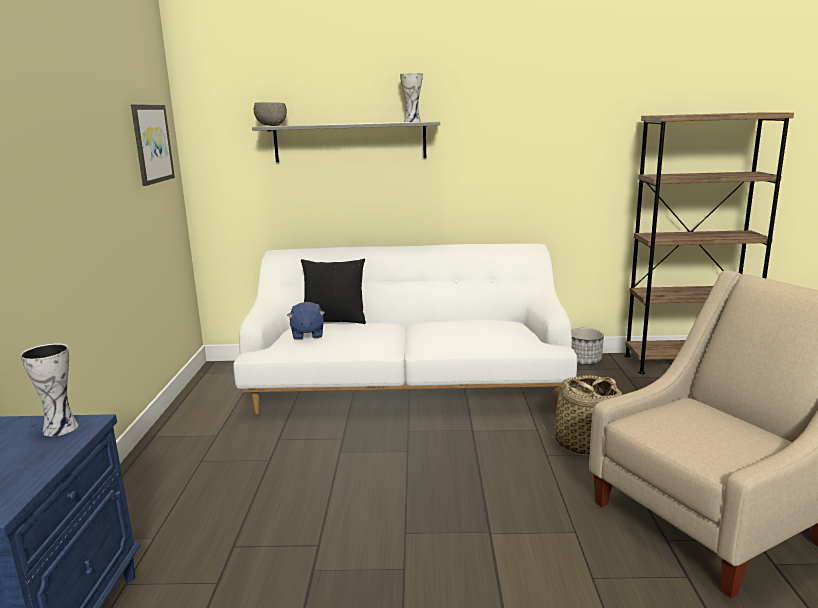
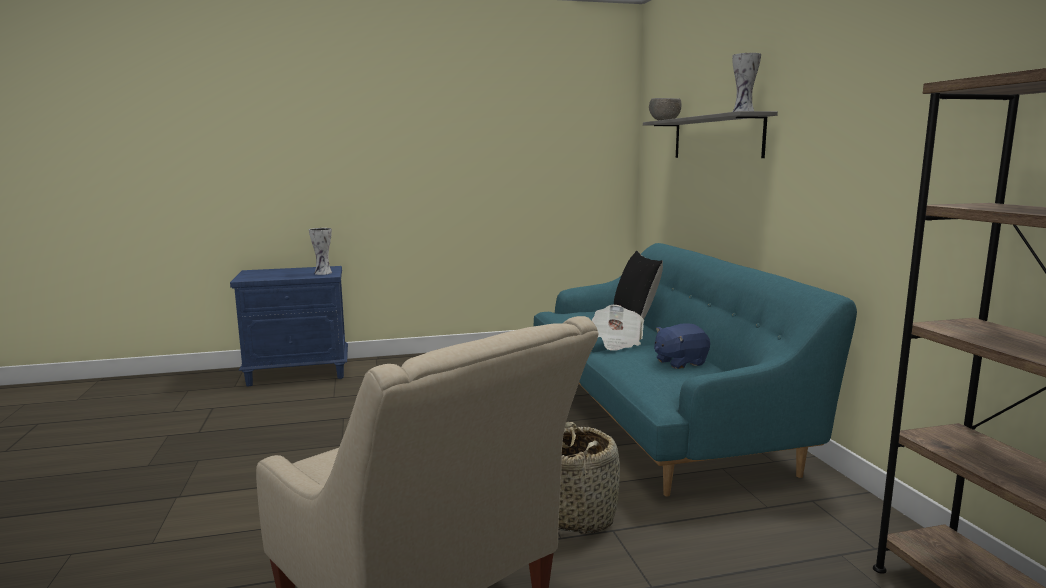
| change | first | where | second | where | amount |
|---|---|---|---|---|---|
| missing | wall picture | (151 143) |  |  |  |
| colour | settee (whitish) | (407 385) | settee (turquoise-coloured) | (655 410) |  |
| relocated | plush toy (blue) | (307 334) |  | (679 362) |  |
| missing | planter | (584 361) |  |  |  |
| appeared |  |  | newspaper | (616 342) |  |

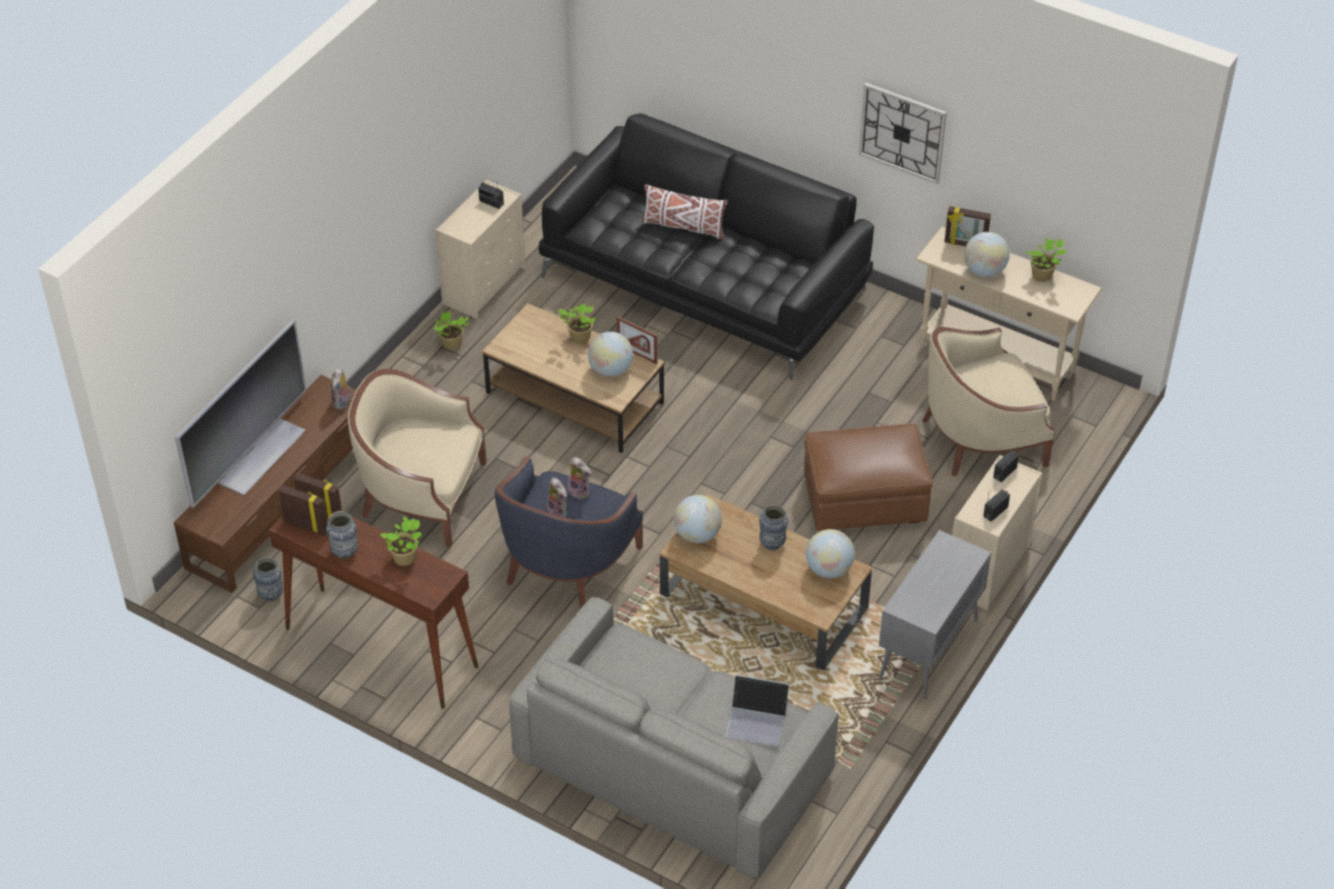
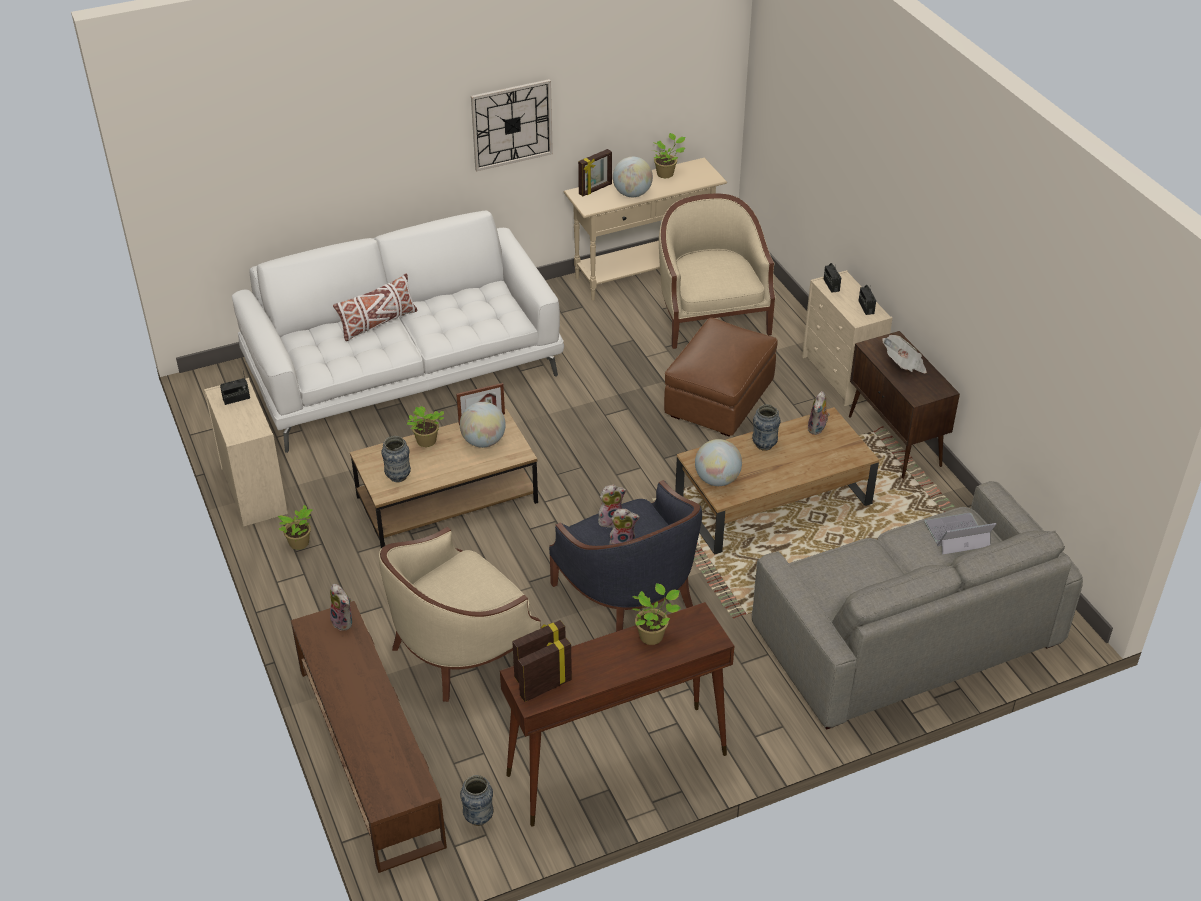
| change | first | where | second | where | amount |
|---|---|---|---|---|---|
| missing | TV set | (260 456) |  |  |  |
| relocated | vase | (345 552) |  | (398 477) |  |
| colour | settee (blackish) | (706 283) | settee (whitish) | (404 368) |  |
| spun | laptop | (757 720) |  | (956 534) | 150 degrees counterclockwise |
| exchanged | desk globe | (829 569) | plush toy | (817 429) |  |
| colour | cabinet (gray) | (928 650) | cabinet (brown-coloured) | (895 442) |  |
| spun | lounge chair (sand-coloured) | (980 437) |  | (711 317) | 150 degrees clockwise |
| appeared |  |  | newspaper | (903 365) |  |

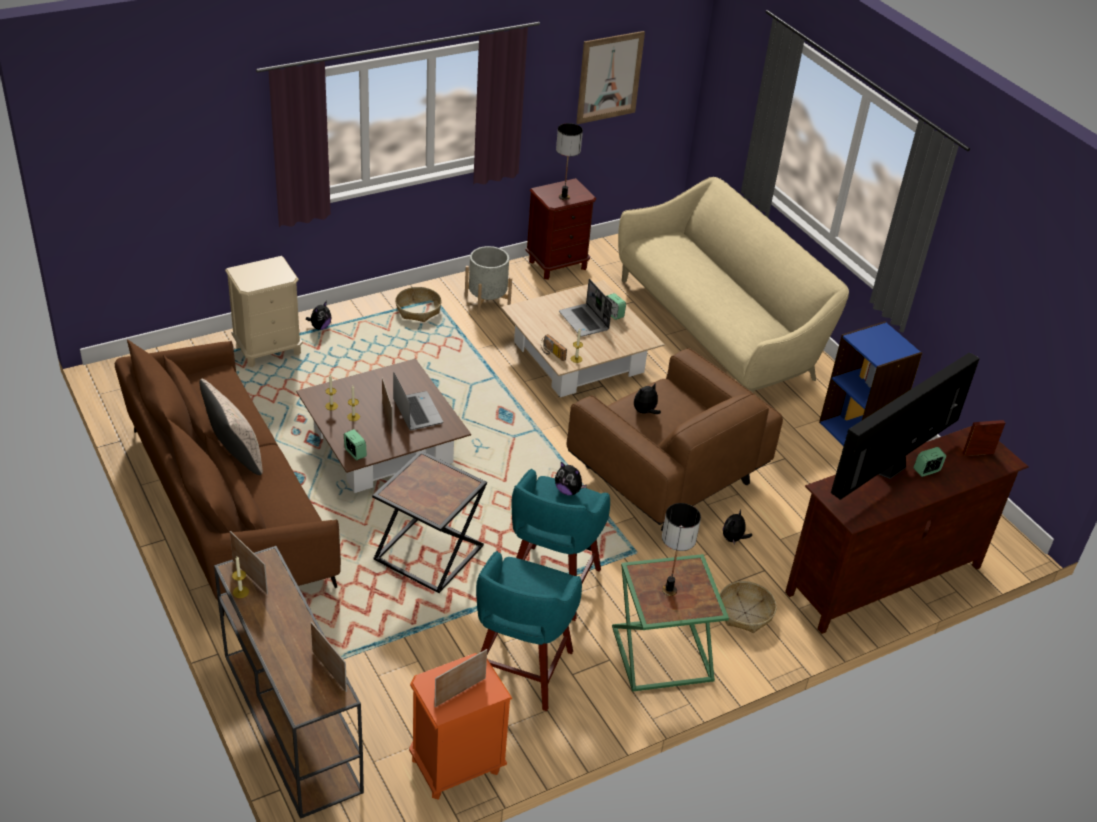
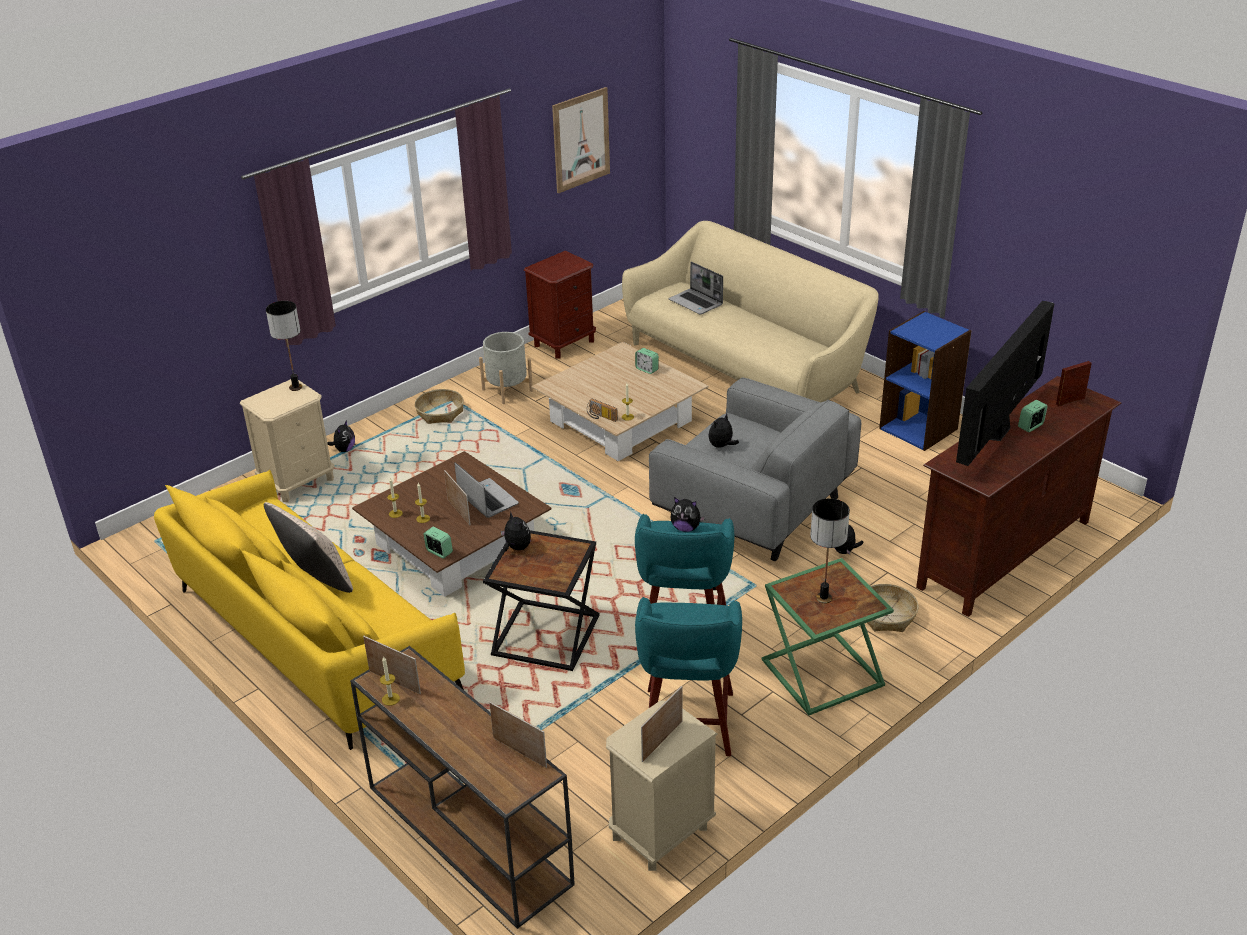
| change | first | where | second | where | amount |
|---|---|---|---|---|---|
| colour | settee (brown-coloured) | (225 503) | settee (yellowish) | (310 638) |  |
| colour | night table (orange) | (456 766) | night table (sand-coloured) | (660 833) |  |
| relocated | lamp for a table | (564 197) |  | (295 387) |  |
| relocated | laptop | (584 321) |  | (696 303) |  |
| colour | lounge chair (brown-coloured) | (666 474) | lounge chair (gray) | (754 508) |  |
| appeared |  |  | plush toy | (516 548) |  |

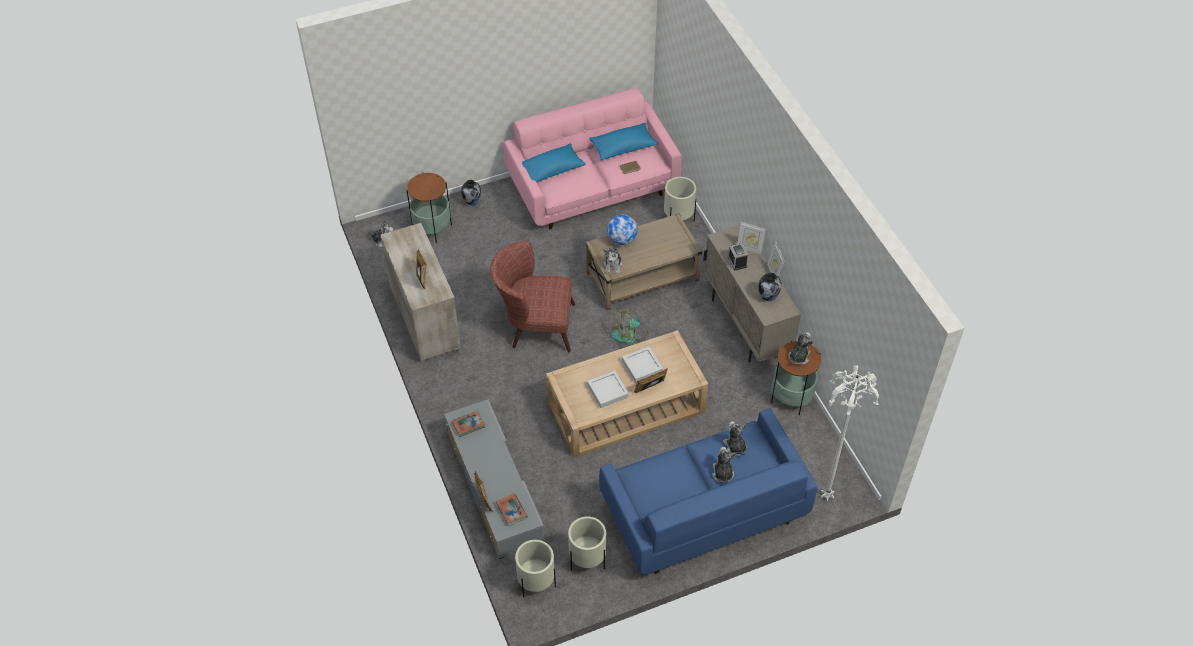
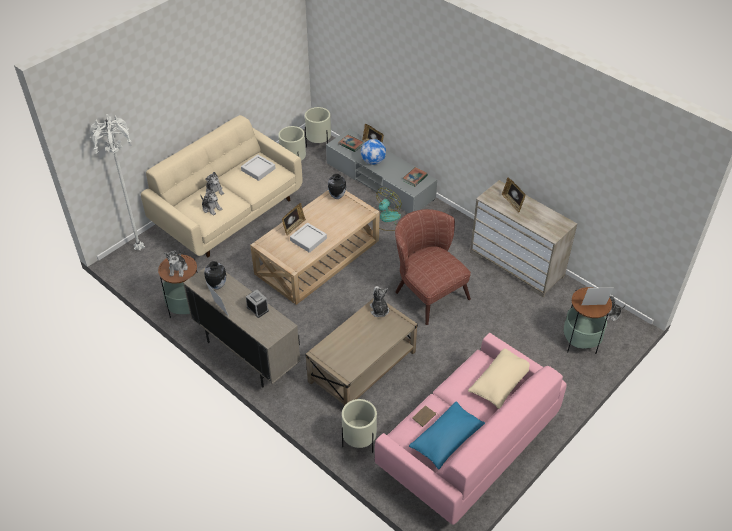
| change | first | where | second | where | amount |
|---|---|---|---|---|---|
| relocated | vase | (472 203) |  | (337 196) |  |
| spun | lounge chair (brown-coloured) | (535 325) |  | (427 291) | 105 degrees counterclockwise |
| colour | throw pillow (blue) | (550 170) | throw pillow (sand-coloured) | (501 383) |  |
| relocated | serving tray (gray) | (607 391) |  | (258 169) |  |
| colour | settee (blue) | (703 511) | settee (sand-coloured) | (228 212) |  |
| relocated | desk globe | (621 240) |  | (373 161) |  |
| relocated | electric fan | (629 334) |  | (386 219) |  |
| relocated | standing frame | (749 248) |  | (594 306) |  |

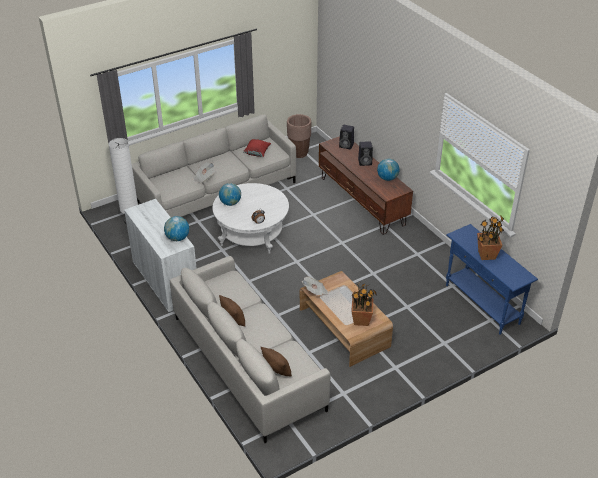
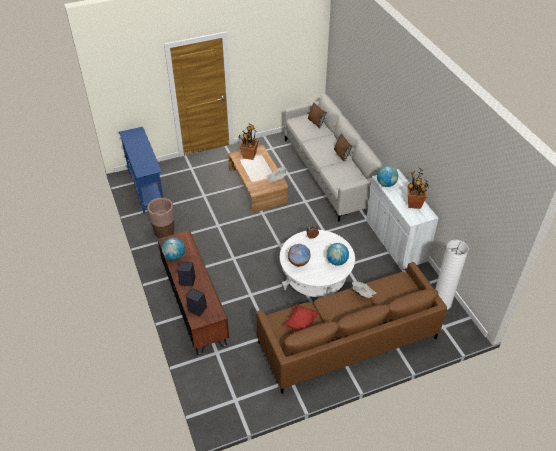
| change | first | where | second | where | amount |
|---|---|---|---|---|---|
| colour | settee (gray) | (217 192) | settee (brown-coloured) | (347 340) |  |
| relocated | planter (brown-coloured) | (299 153) |  | (165 234) |  |
| relocated | houseplant | (486 255) |  | (414 204) |  |
| appeared |  |  | desk globe | (298 262) |  |

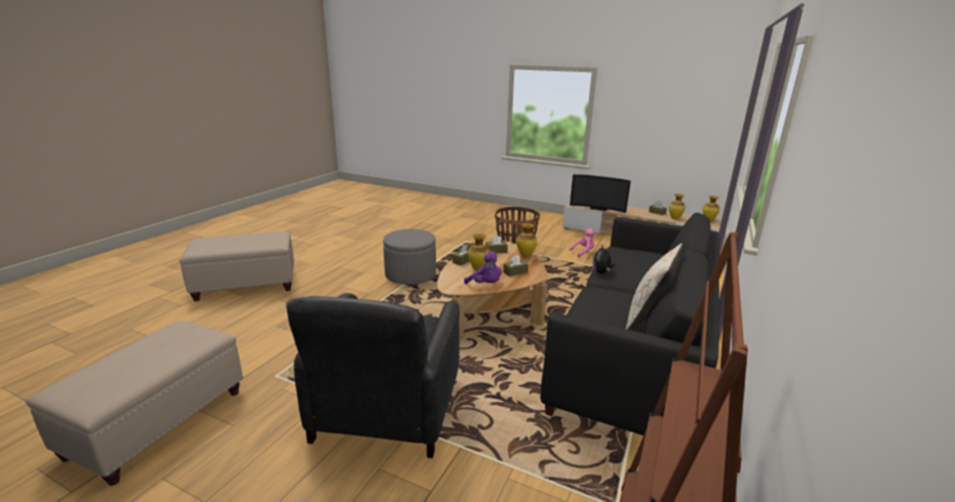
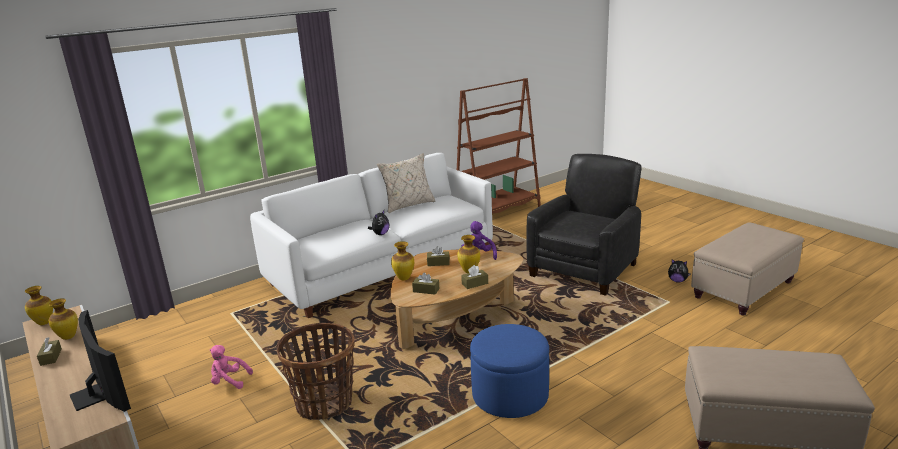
| change | first | where | second | where | amount |
|---|---|---|---|---|---|
| colour | pouffe (gray) | (410 275) | pouffe (blue) | (510 395) |  |
| colour | settee (blackish) | (635 352) | settee (whitish) | (382 267) |  |
| appeared |  |  | plush toy | (677 281) |  |

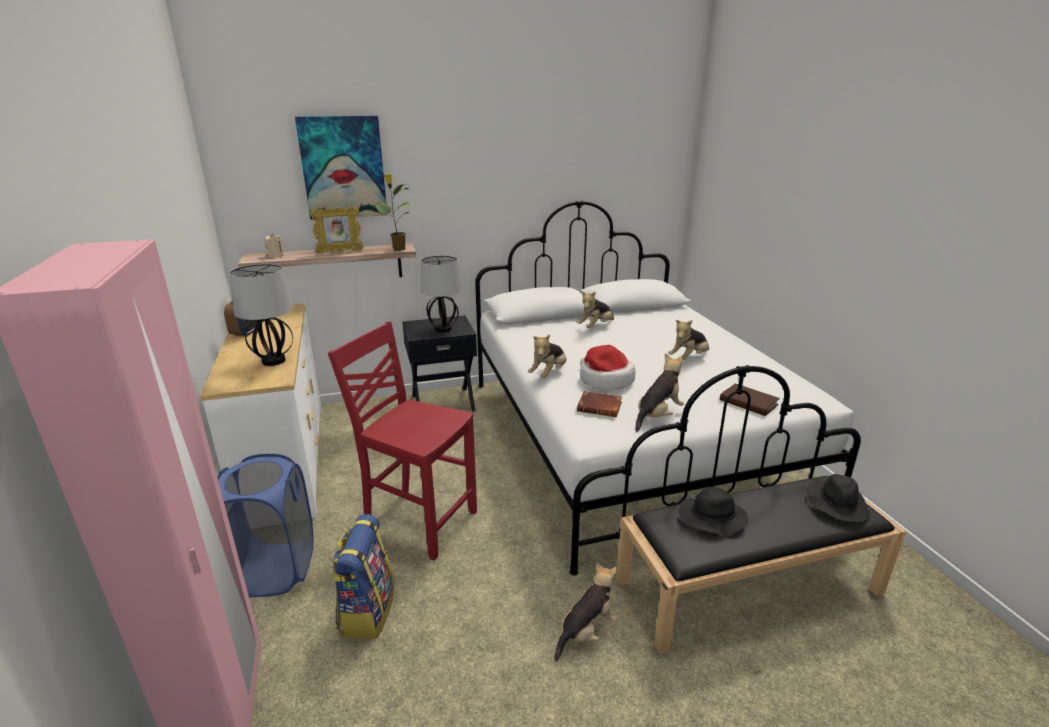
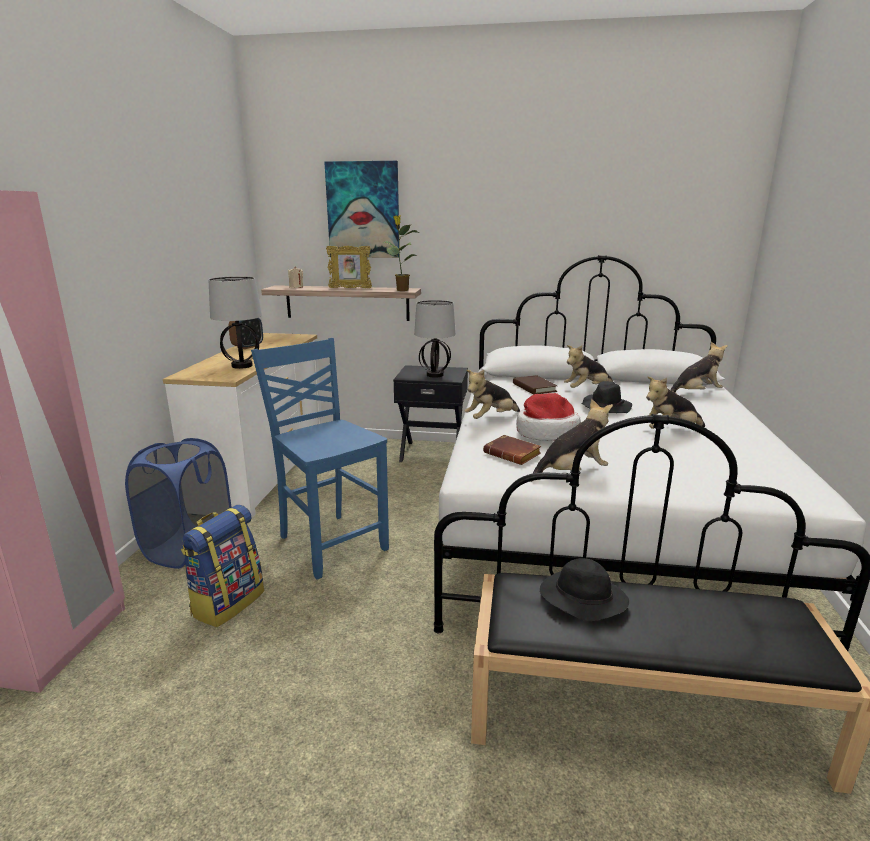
| change | first | where | second | where | amount |
|---|---|---|---|---|---|
| colour | upright chair (red) | (418 520) | upright chair (blue) | (331 543) |  |
| relocated | plush toy | (586 632) |  | (695 393) |  |
| relocated | bound book (brown-coloured) | (748 402) |  | (534 387) |  |
| relocated | wearable hat (blackish) | (836 504) |  | (605 407) |  |

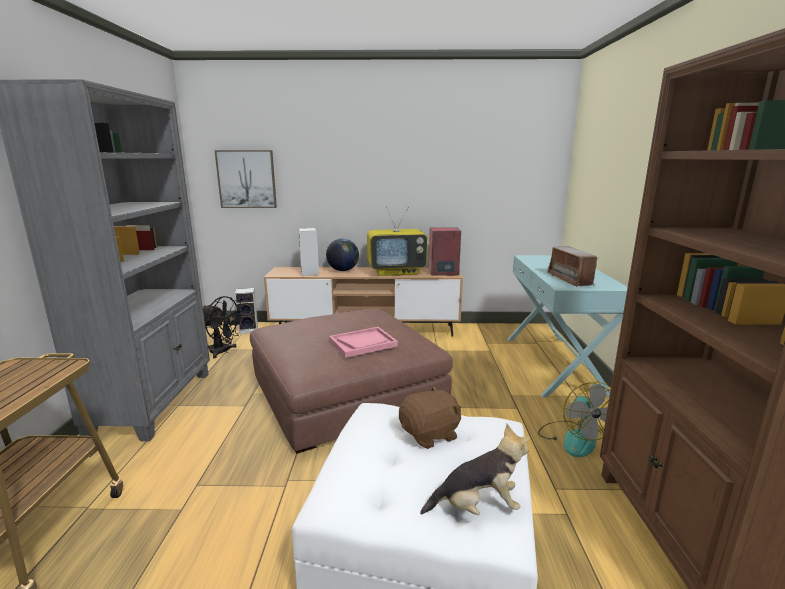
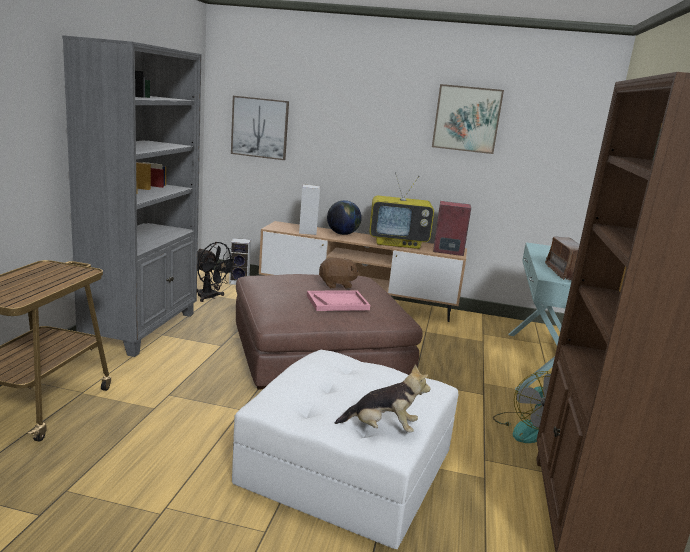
| change | first | where | second | where | amount |
|---|---|---|---|---|---|
| relocated | plush toy (brown-coloured) | (430 435) |  | (337 285) |  |
| appeared |  |  | wall picture | (467 119) |  |

